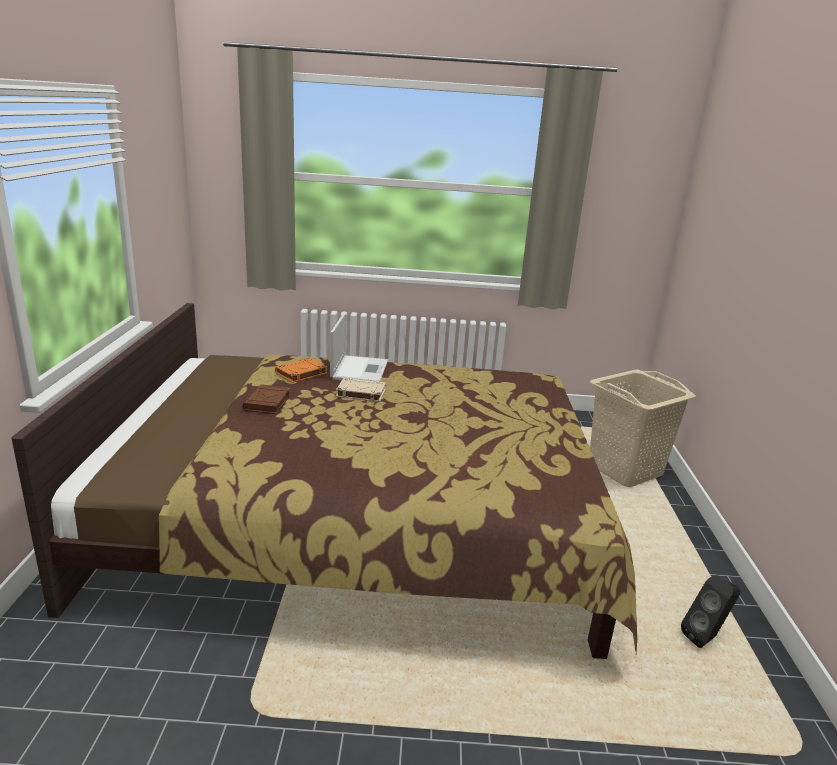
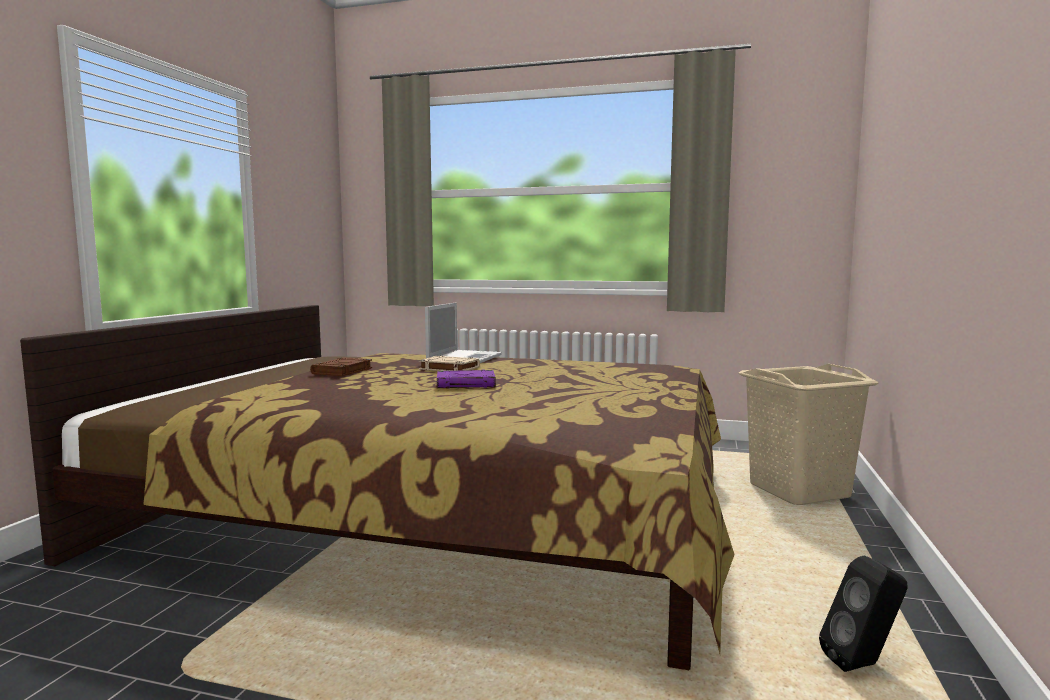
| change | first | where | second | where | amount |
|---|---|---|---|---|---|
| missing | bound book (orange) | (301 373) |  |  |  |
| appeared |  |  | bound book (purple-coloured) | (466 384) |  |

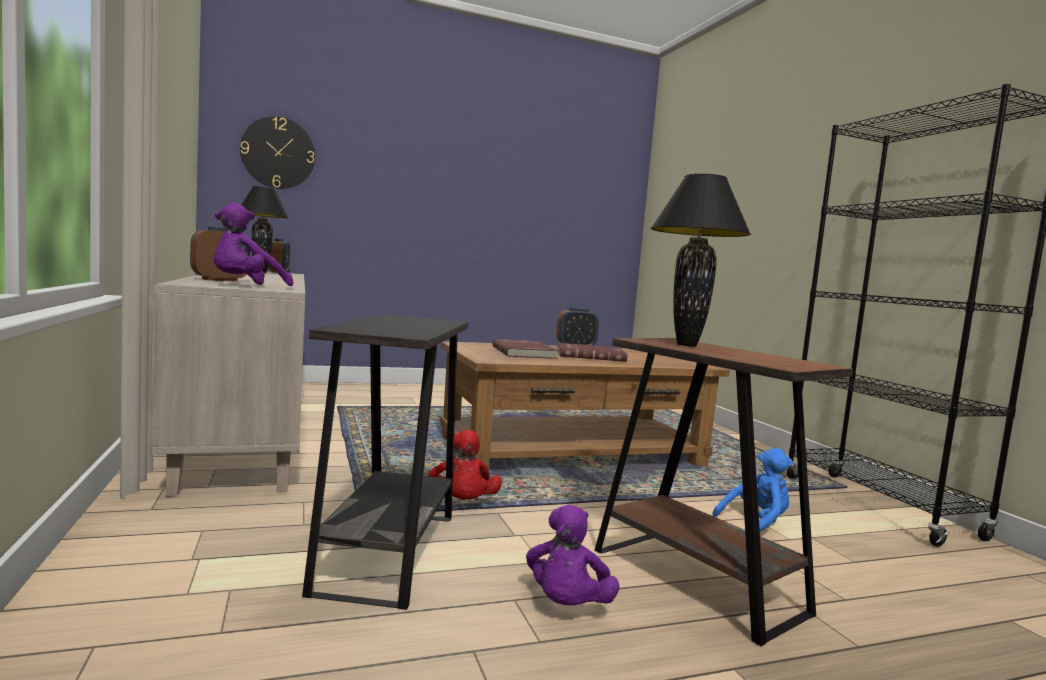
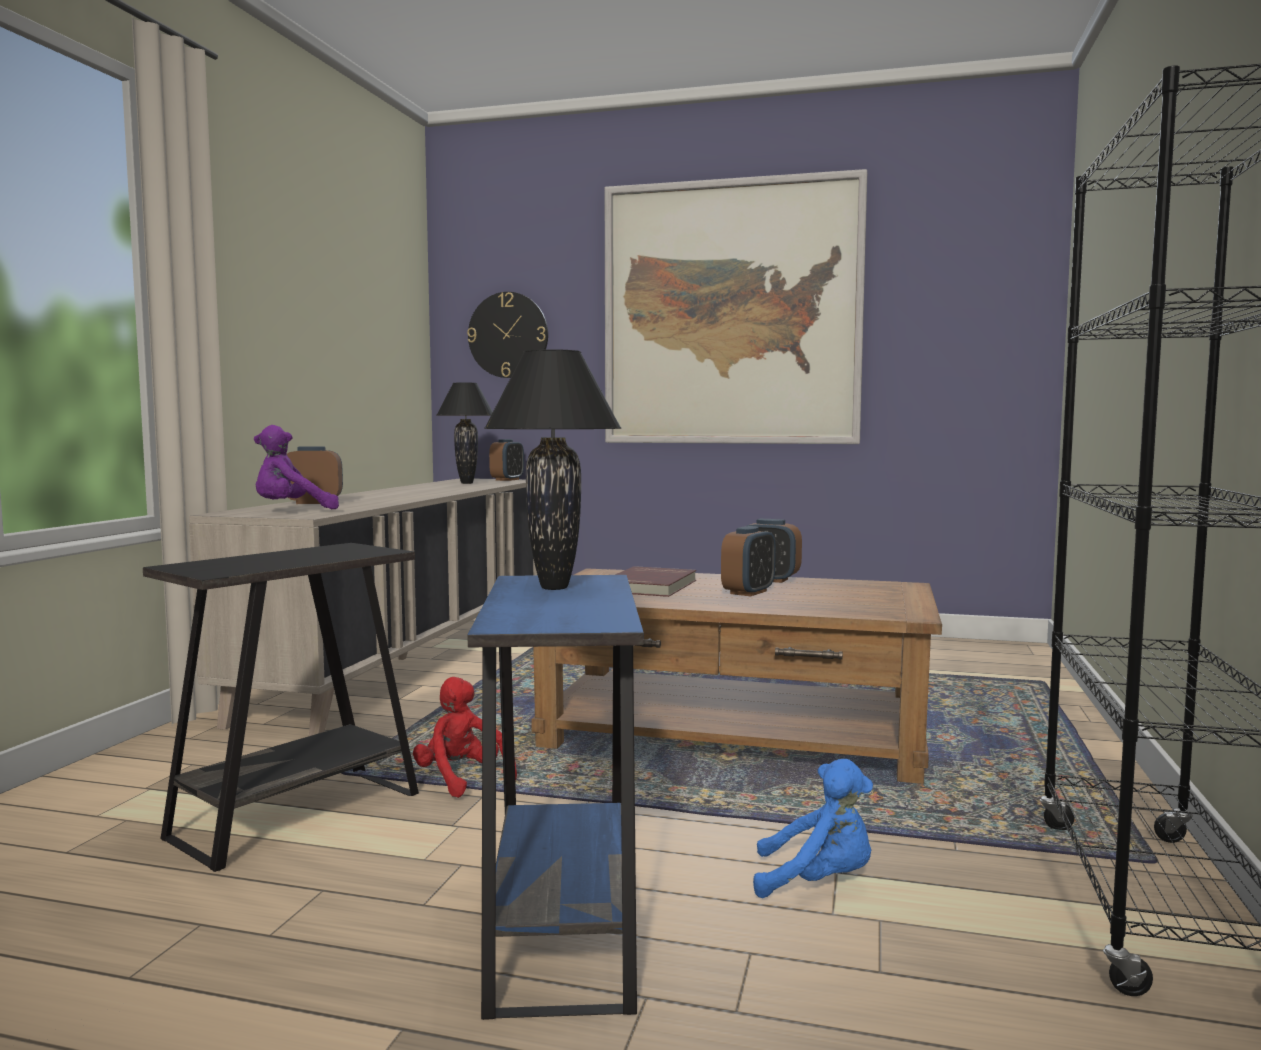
| change | first | where | second | where | amount |
|---|---|---|---|---|---|
| spun | plush toy (red) | (462 503) |  | (462 779) | 120 degrees clockwise |
| missing | plush toy (purple-coloured) | (566 606) |  |  |  |
| exchanged | bound book (red) | (590 355) | table clock | (748 592) |  |
| colour | end table (brown-coloured) | (696 581) | end table (blue) | (562 927) |  |
| appeared |  |  | wall picture | (731 314) |  |

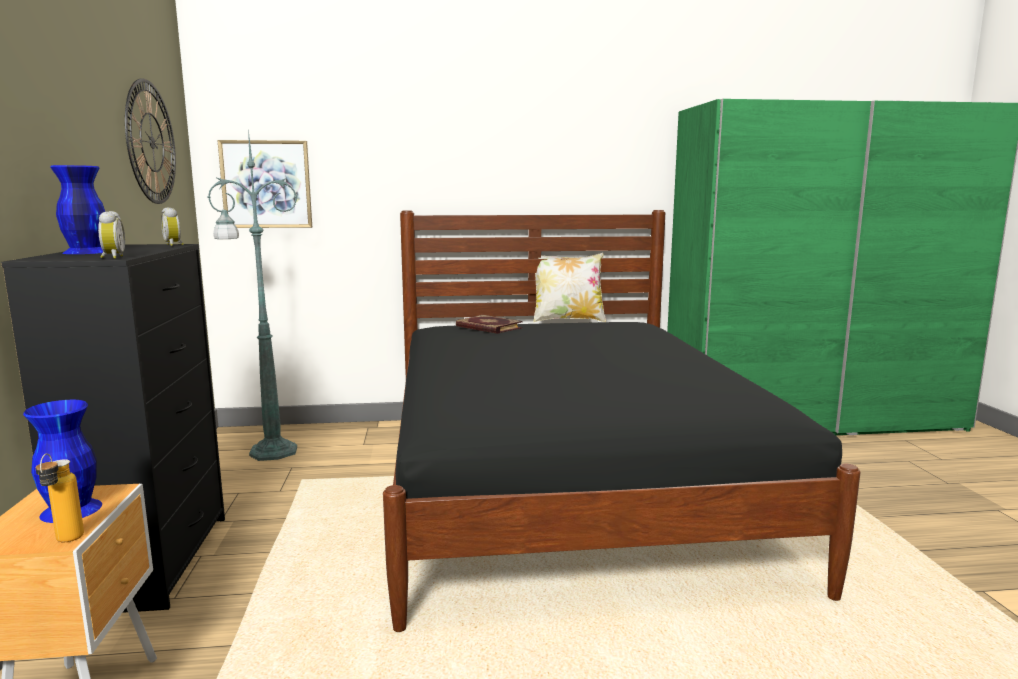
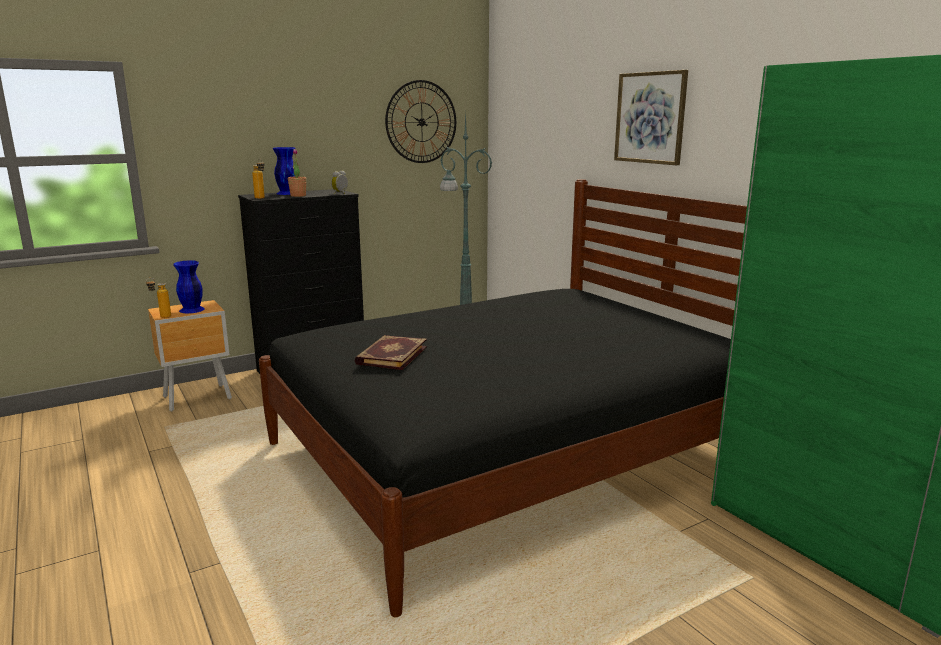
| change | first | where | second | where | amount |
|---|---|---|---|---|---|
| exchanged | table clock | (112 257) | drink bottle | (261 198) |  |
| relocated | wall picture | (266 184) |  | (650 118) |  |
| relocated | bound book | (488 327) |  | (391 355) |  |
| missing | throw pillow | (568 320) |  |  |  |
| appeared |  |  | houseplant | (298 195) |  |

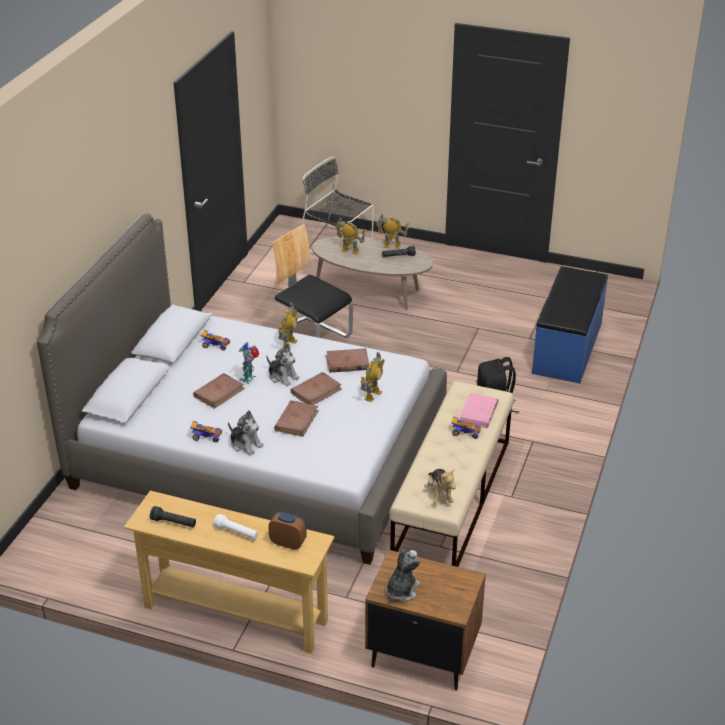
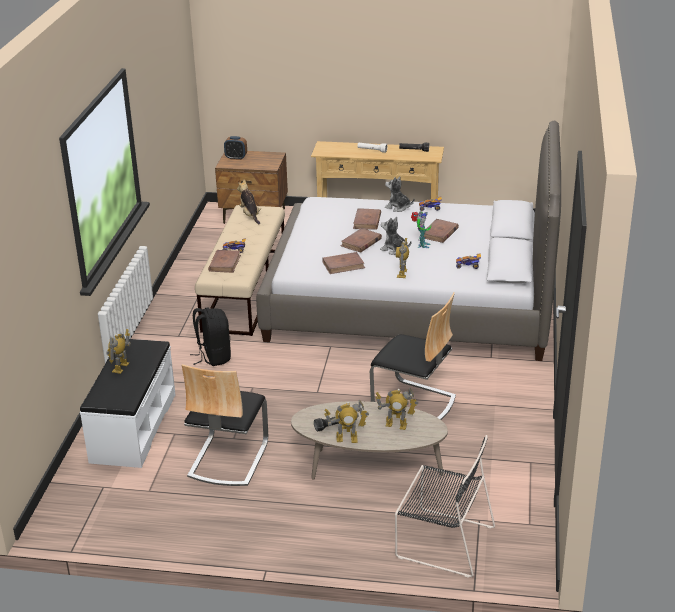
| change | first | where | second | where | amount |
|---|---|---|---|---|---|
| relocated | table clock | (288 543) |  | (236 158) |  |
| relocated | toy robot | (372 395) |  | (121 367) |  |
| missing | plush toy | (401 590) |  |  |  |
| colour | bound book (pink) | (478 413) | bound book (brown-coloured) | (224 263) |  |
| colour | bench (blue) | (568 348) | bench (whitish) | (132 427) |  |
| appeared |  |  | upright chair | (228 459) |  |

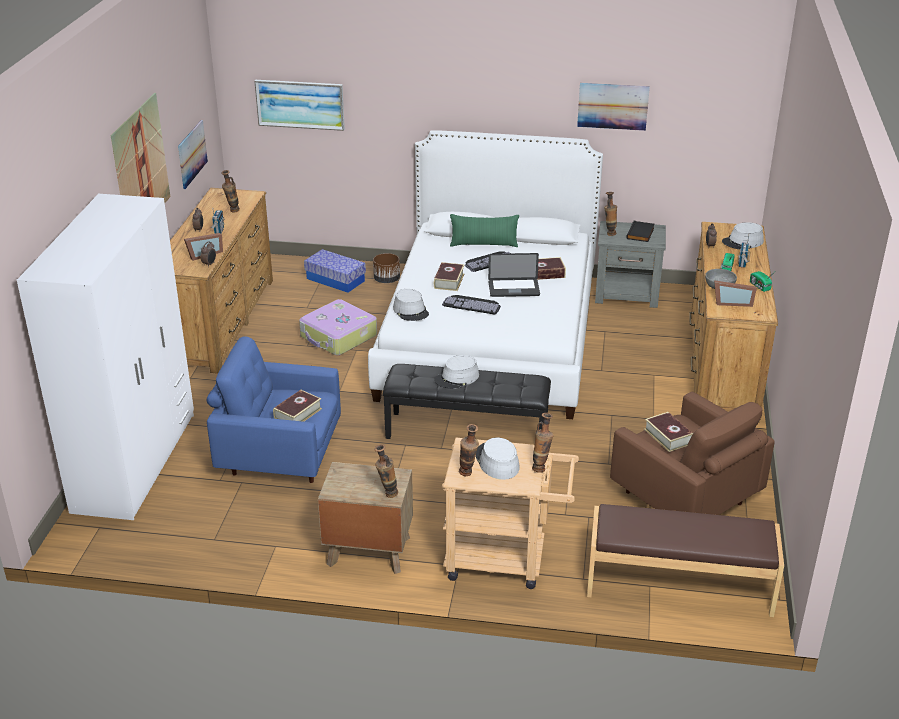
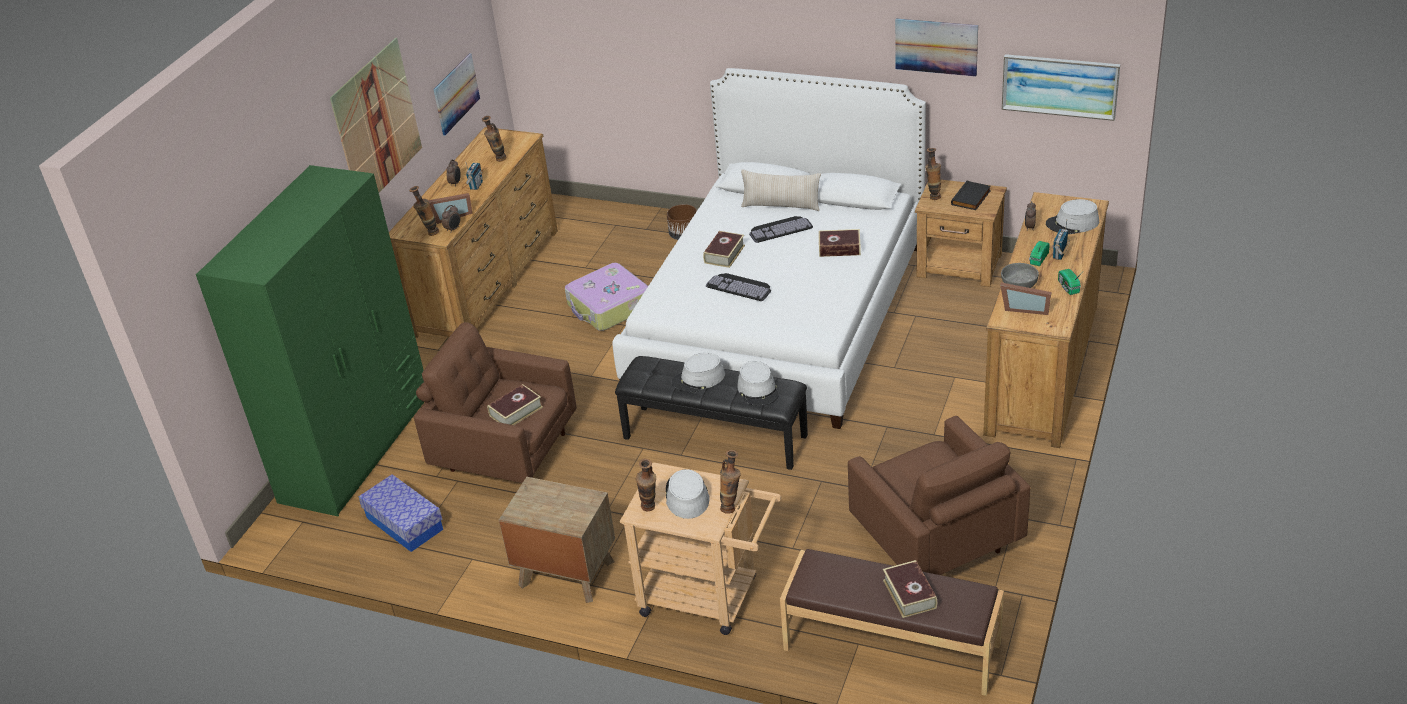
| change | first | where | second | where | amount |
|---|---|---|---|---|---|
| colour | wardrobe (whitish) | (136 461) | wardrobe (green-coloured) | (357 447) |  |
| colour | lounge chair (blue) | (279 455) | lounge chair (brown-coloured) | (505 451) |  |
| relocated | wall picture | (300 104) |  | (1060 86) |  |
| relocated | storage container | (335 280) |  | (404 523) |  |
| relocated | vase | (387 495) |  | (429 233) |  |
| relocated | wearable hat (gray) | (411 311) |  | (758 390) |  |
| colour | throw pillow (green-coloured) | (484 244) | throw pillow (sand-coloured) | (781 206) |  |
| missing | laptop | (514 289) |  |  |  |
| colour | night table (gray) | (627 294) | night table (brown-coloured) | (960 266) |  |
| relocated | bound book | (668 436) |  | (909 594) |  |

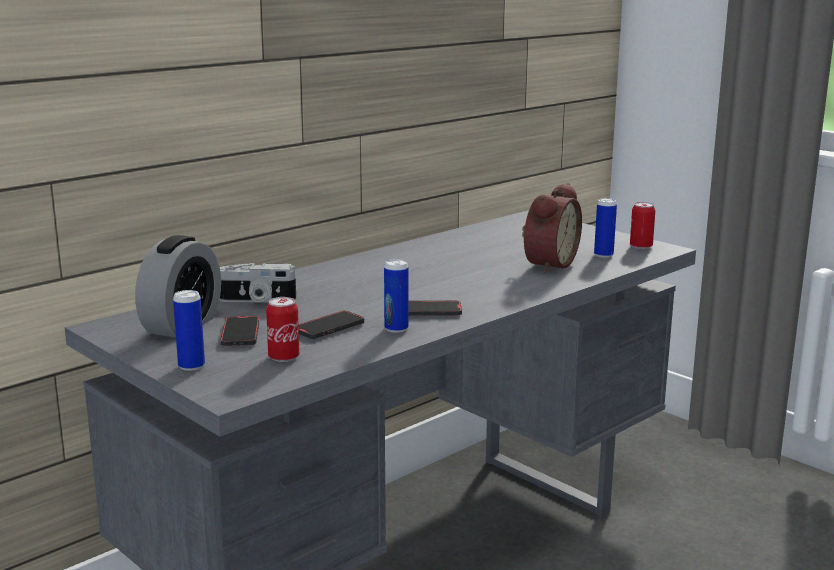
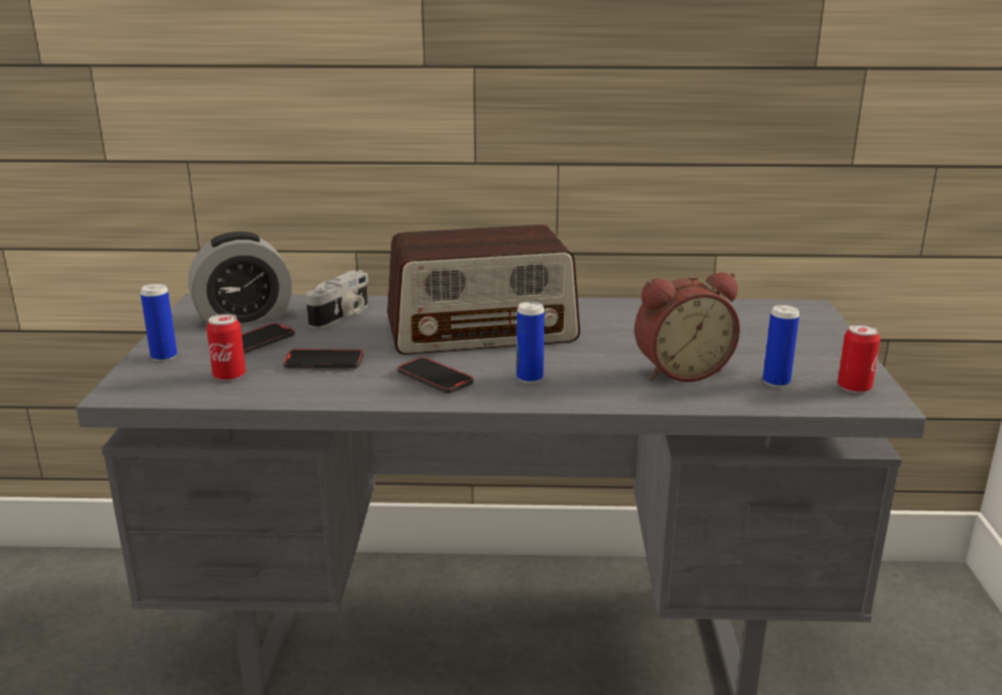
| change | first | where | second | where | amount |
|---|---|---|---|---|---|
| spun | still camera | (256 300) |  | (342 316) | 105 degrees counterclockwise |
| relocated | can | (396 329) |  | (529 378) |  |
| appeared |  |  | radio set | (482 330) |  |

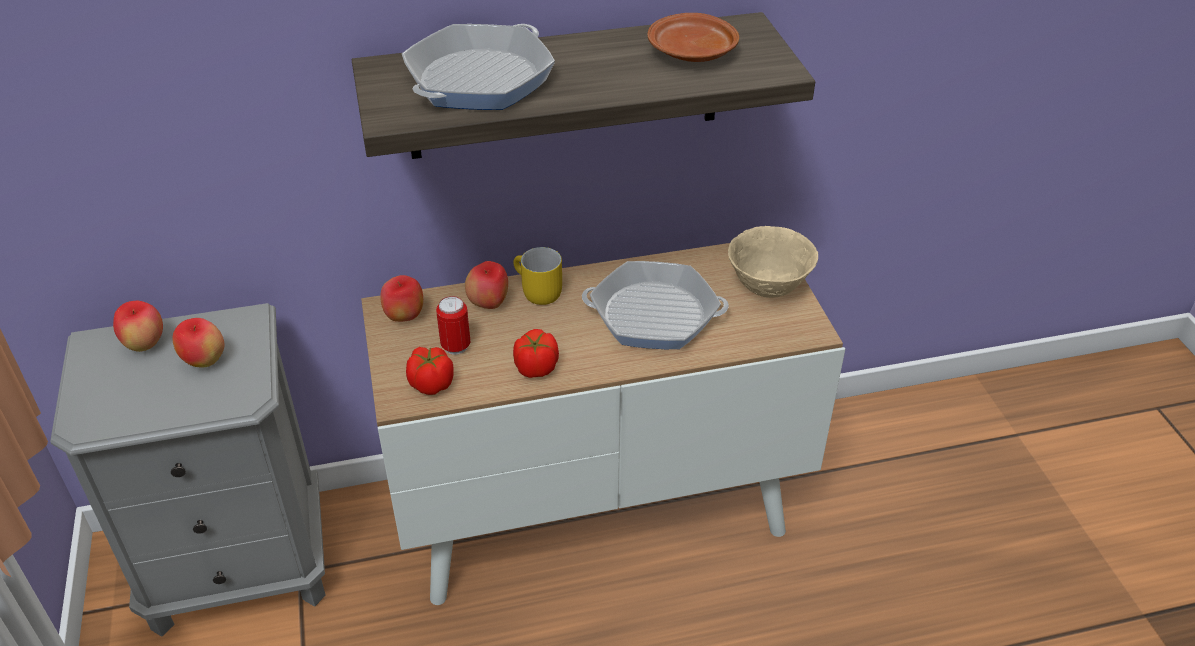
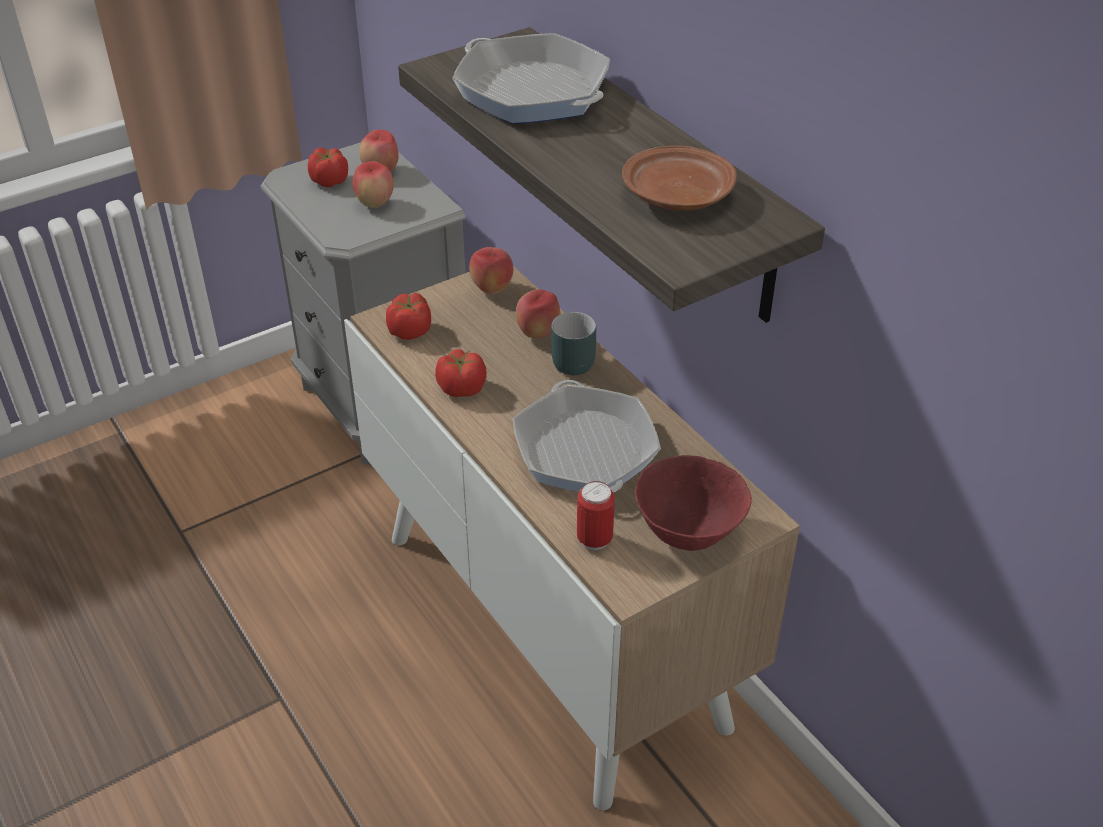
| change | first | where | second | where | amount |
|---|---|---|---|---|---|
| spun | skillet | (479 79) |  | (532 91) | 150 degrees counterclockwise |
| relocated | can | (456 346) |  | (594 539) |  |
| colour | mug (yellowish) | (535 292) | mug (turquoise-coloured) | (573 358) |  |
| colour | bowl (sand-coloured) | (768 287) | bowl (red) | (689 534) |  |
| appeared |  |  | tomato | (329 181) |  |

